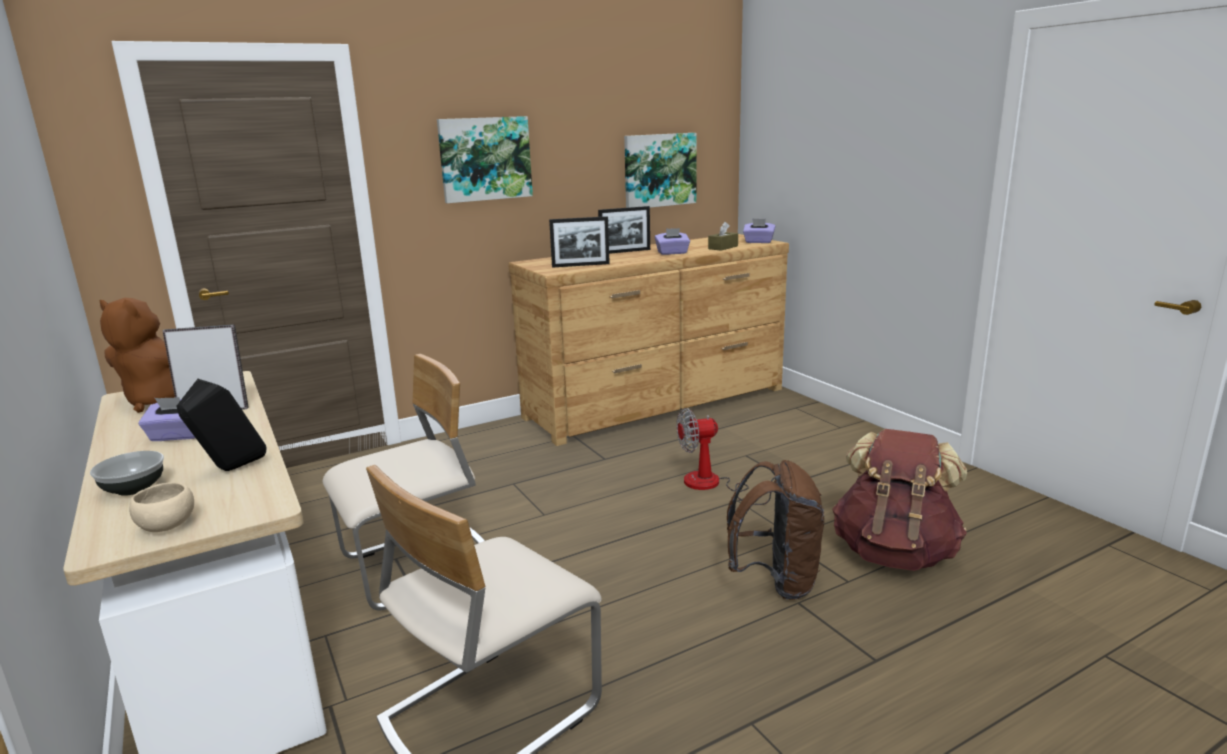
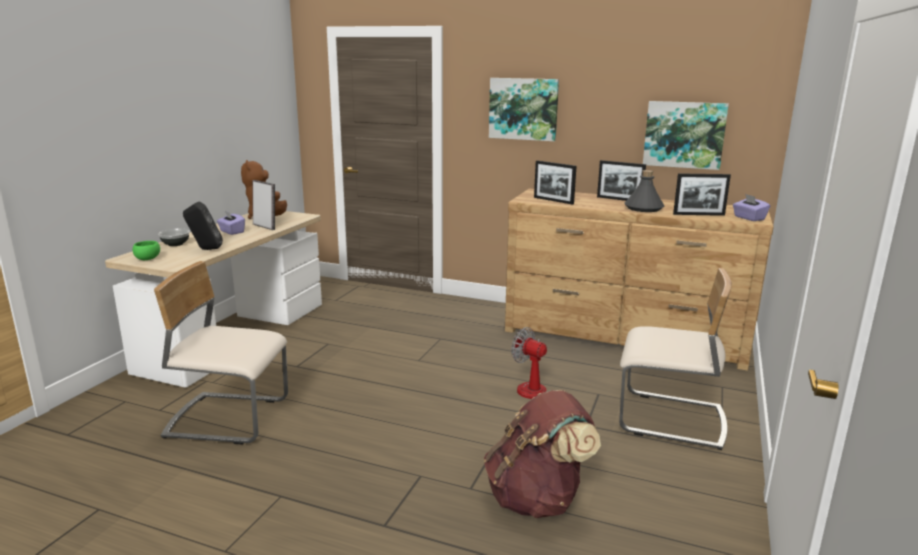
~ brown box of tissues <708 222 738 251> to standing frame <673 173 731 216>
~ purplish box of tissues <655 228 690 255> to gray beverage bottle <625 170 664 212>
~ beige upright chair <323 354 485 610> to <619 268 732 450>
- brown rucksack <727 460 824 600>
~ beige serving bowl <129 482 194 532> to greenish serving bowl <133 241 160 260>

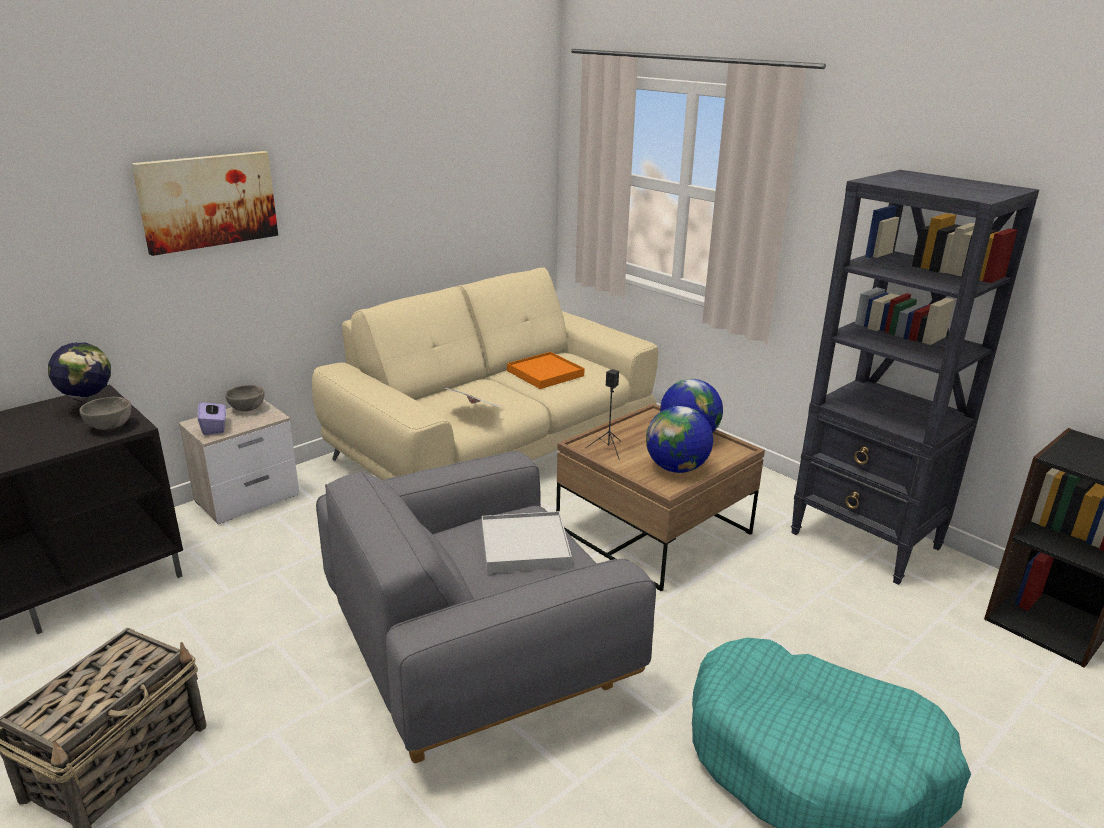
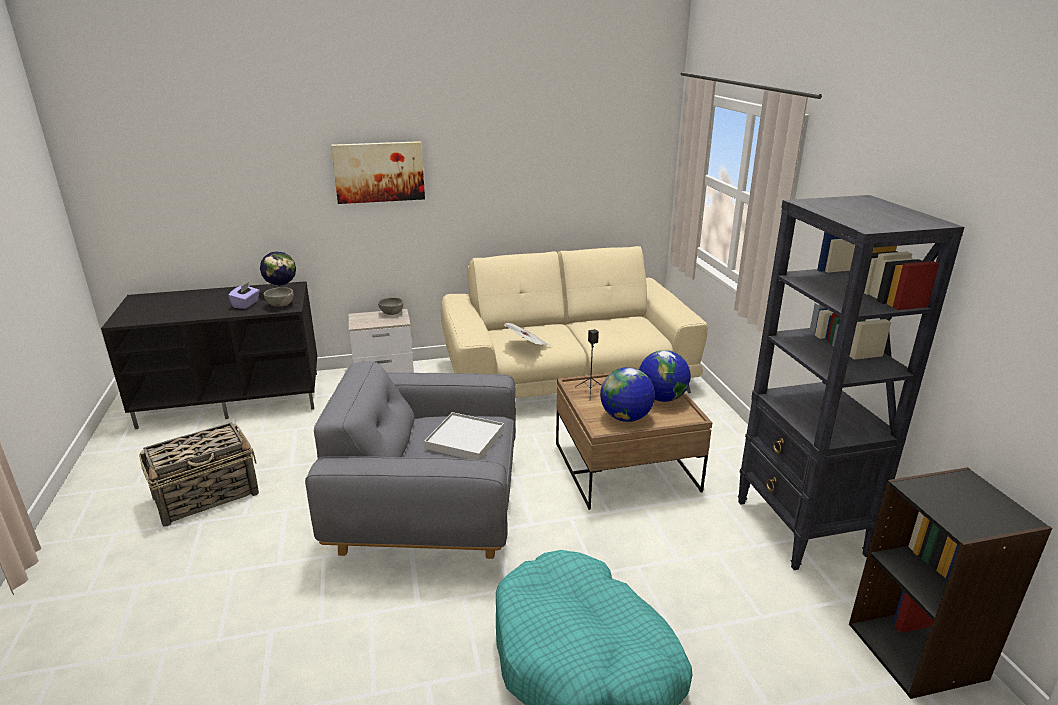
- orange-coloured tray <507 352 585 389>
~ purplish box of tissues <197 398 226 435> to <228 282 260 309>

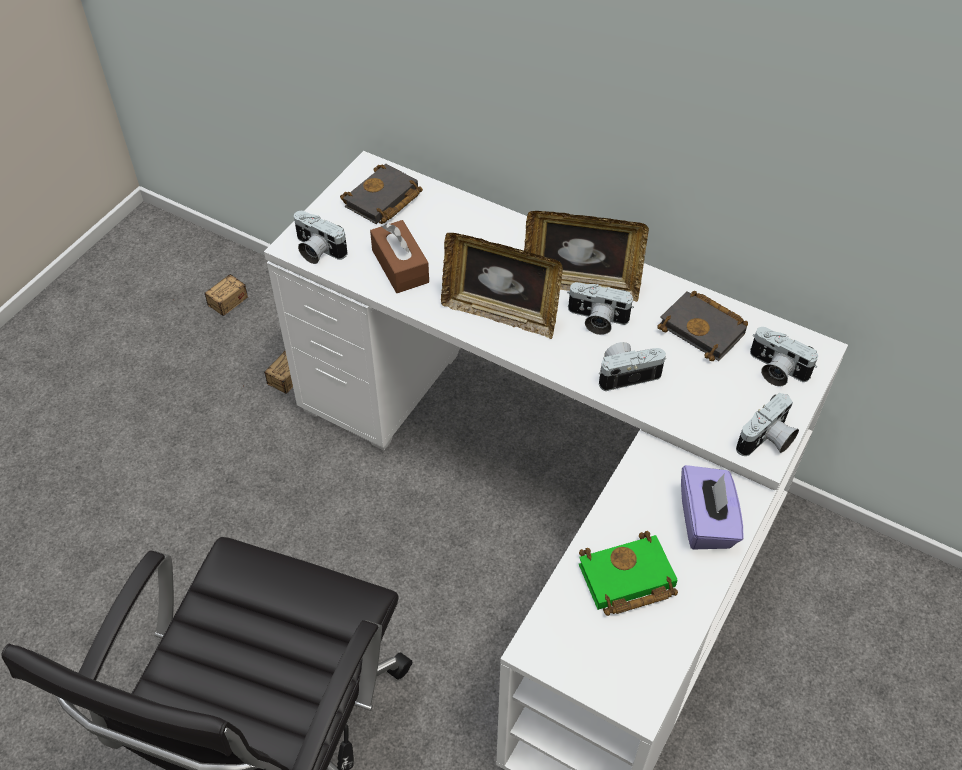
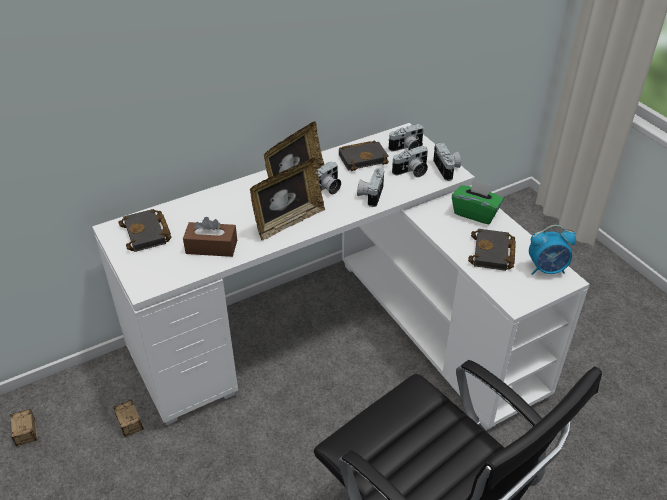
~ still camera <294 211 348 264> to <392 146 428 177>
~ purplish box of tissues <681 465 743 549> to greenish box of tissues <452 179 504 224>
~ greenish bound book <579 531 678 616> to black-coloured bound book <468 229 516 271>
+ bedside clock <529 225 576 275>

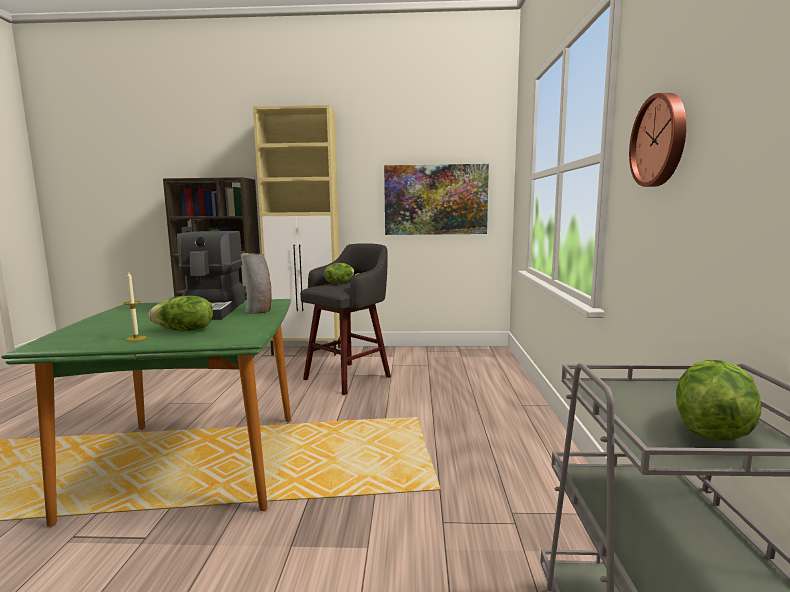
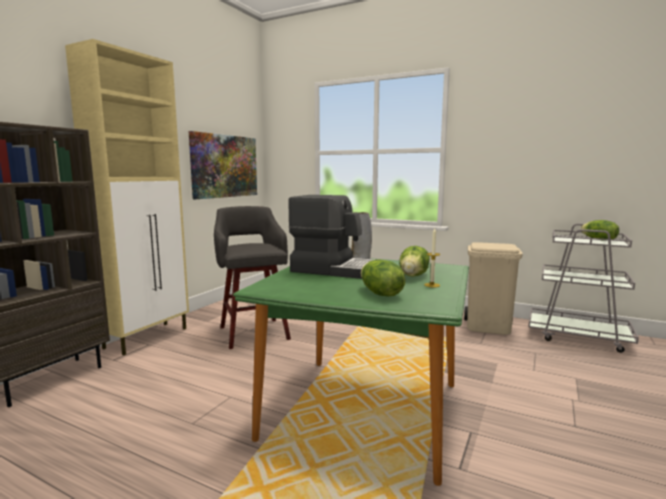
- wall clock <629 93 687 187>
~ lettuce <324 263 354 284> to <361 259 405 296>
+ beige rubbish bin <464 242 523 335>

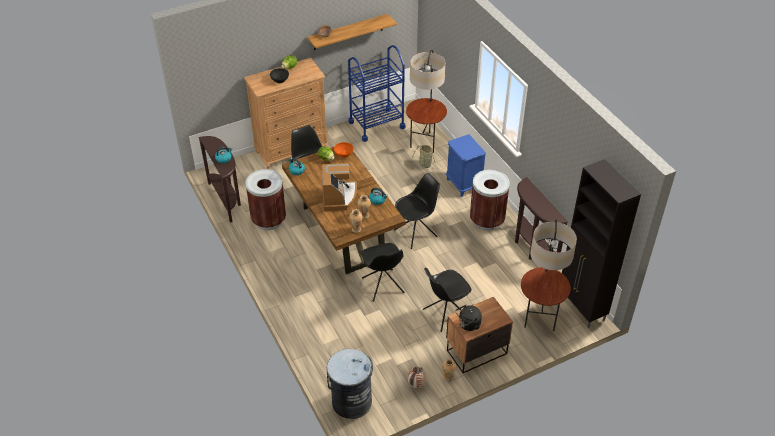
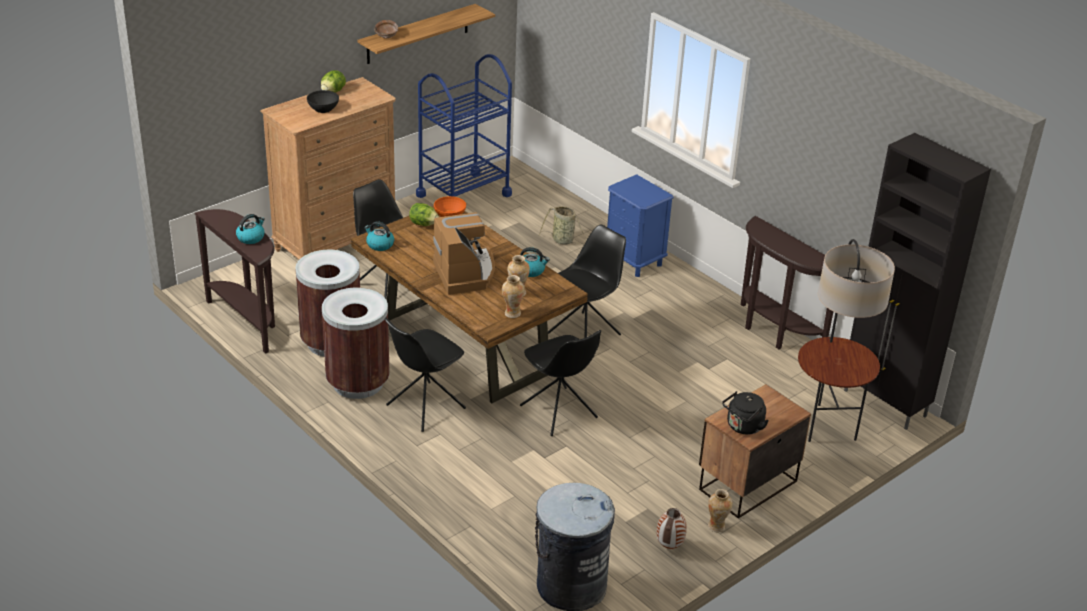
- standing lamp <406 50 447 153>
~ brown rubbish bin <470 170 510 231> to <322 288 390 399>
~ black-coloured upright chair <423 268 472 332> to <385 318 466 432>

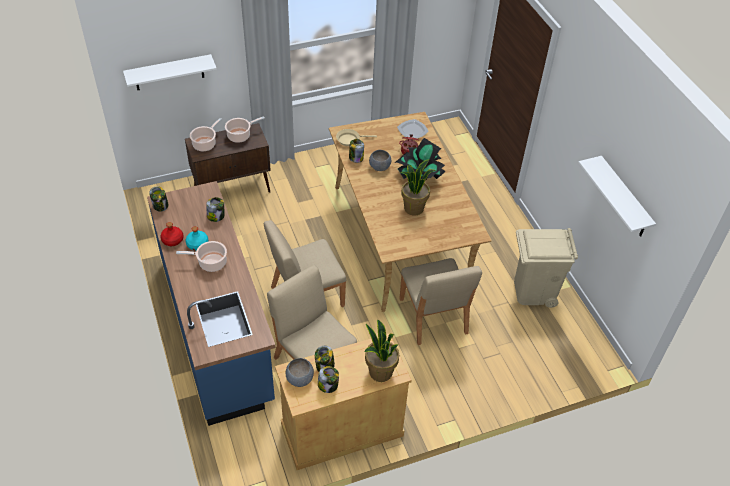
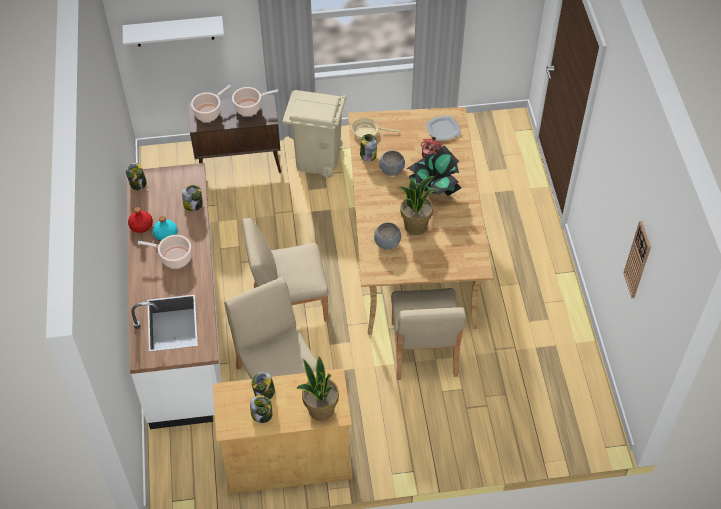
~ white wall shelf <578 156 656 237> to wall clock <623 221 651 298>
~ blue kitchen base unit <147 181 276 426> to white kitchen base unit <127 163 221 429>
~ beige rubbish bin <514 228 578 308> to <282 90 346 178>
~ gray serving bowl <286 358 314 387> to <374 223 401 250>

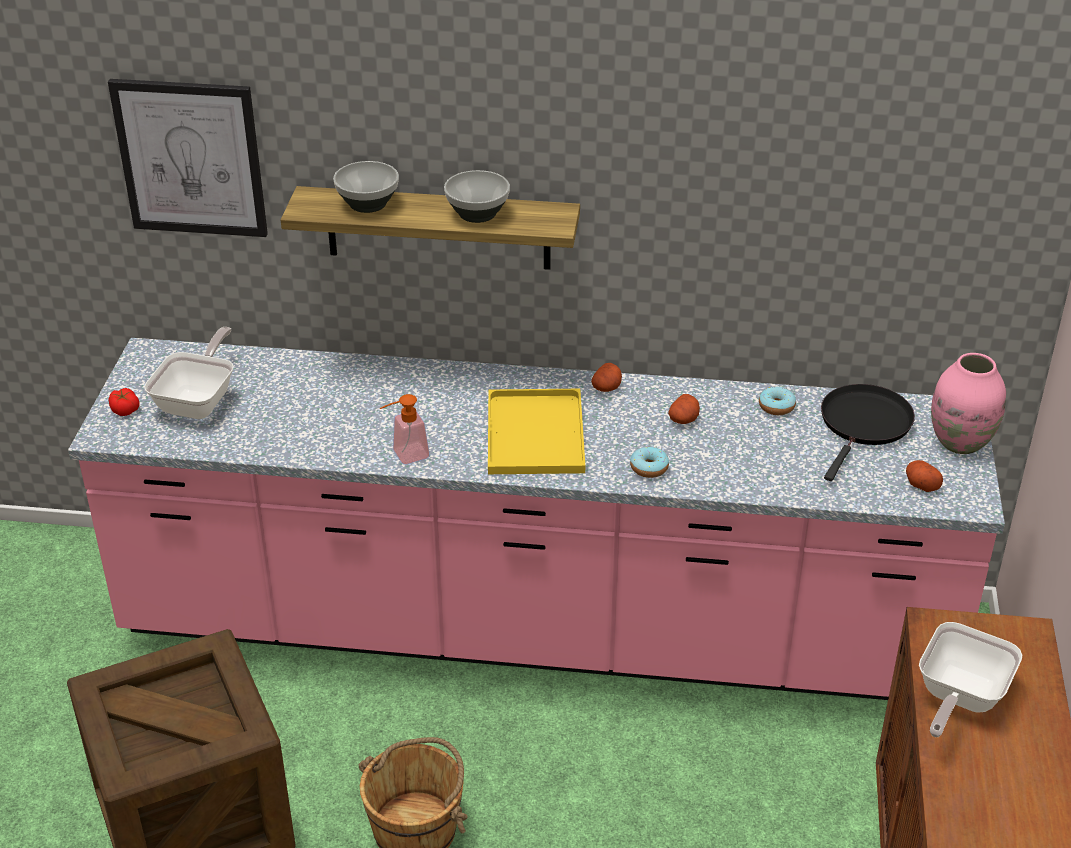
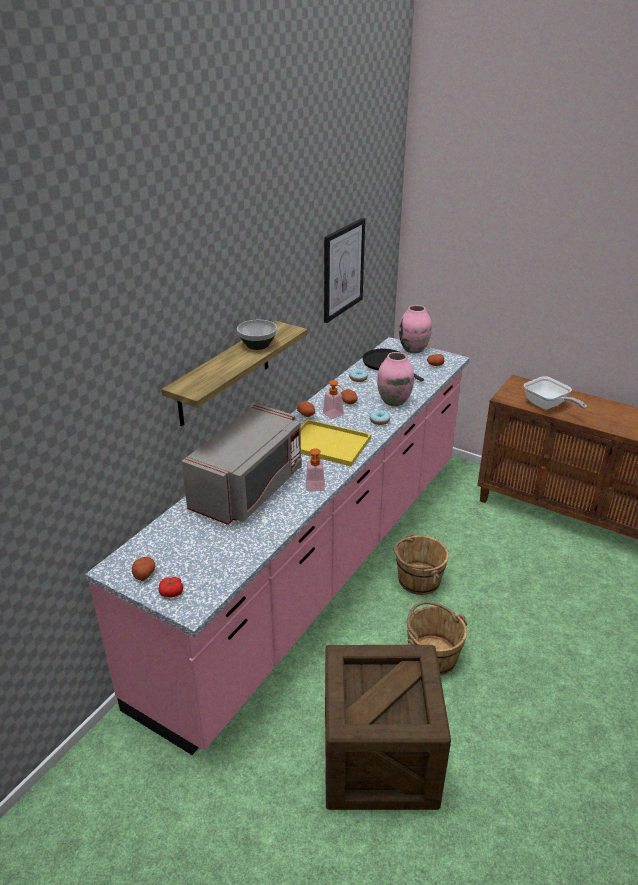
~ wall picture <108 79 268 237> to <324 218 365 323>
- serving bowl <333 161 399 213>
- skillet <144 327 234 419>
+ pink vase <377 352 414 406>
+ liquid soap bottle <323 380 344 419>
+ gray kitchen microwave <181 404 302 525>
+ brown water bucket <394 534 449 595>
+ potato <132 557 155 581>

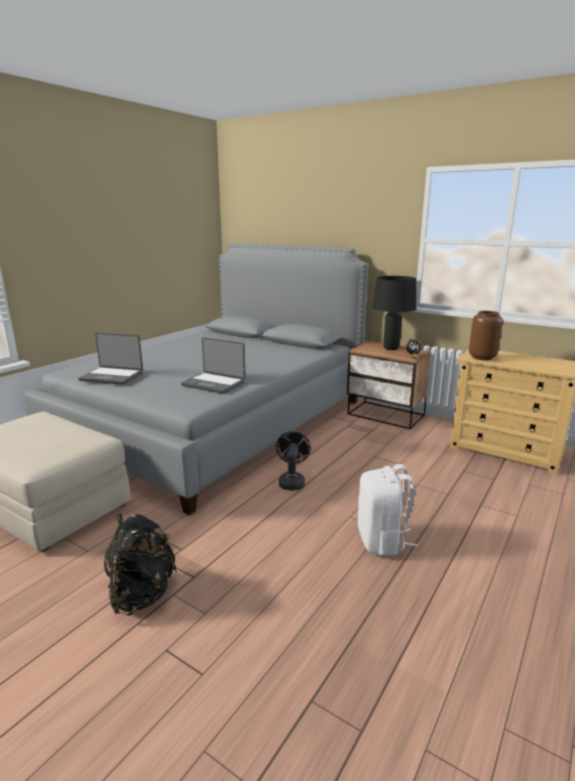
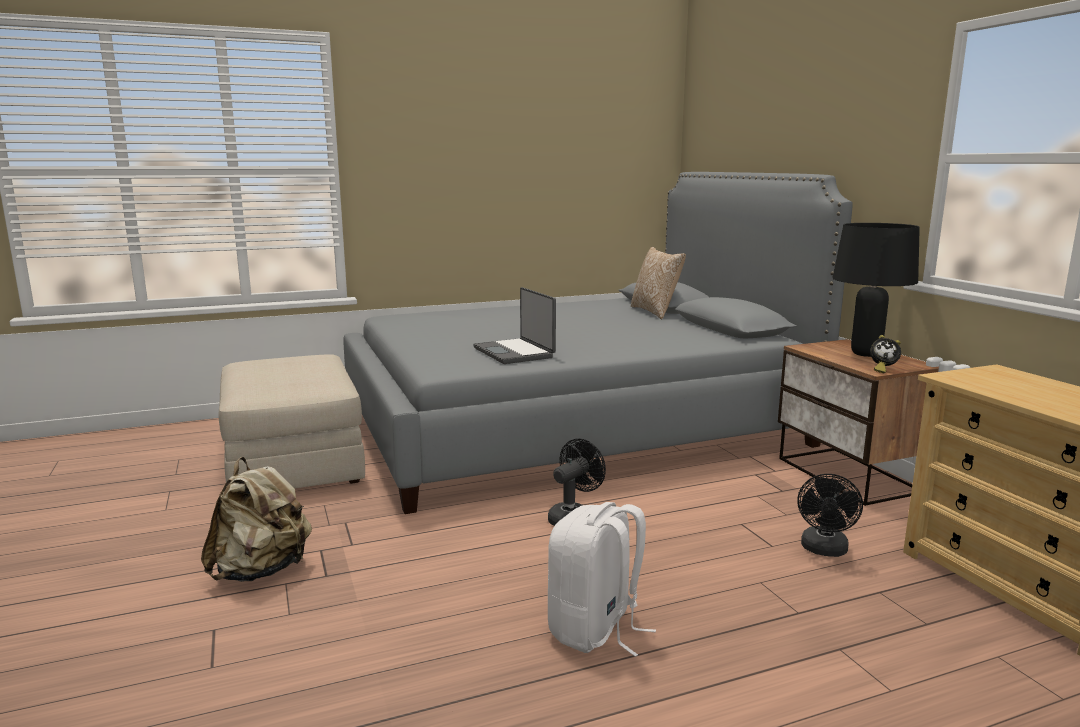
- brown vase <469 311 503 361>
- laptop <78 333 143 385>
~ black-coloured rucksack <104 514 177 616> to beige rucksack <201 457 312 582>
+ cushion <631 247 686 319>
+ black-coloured cooling fan <797 474 863 557>

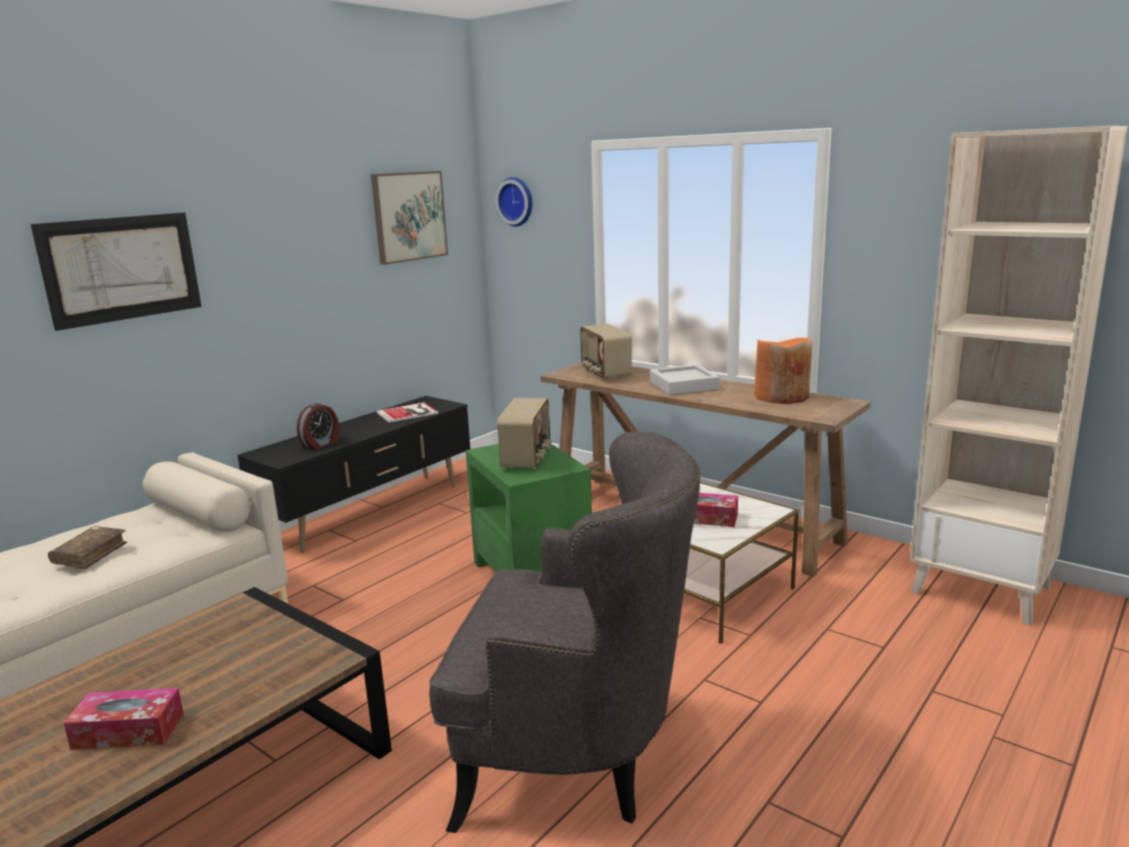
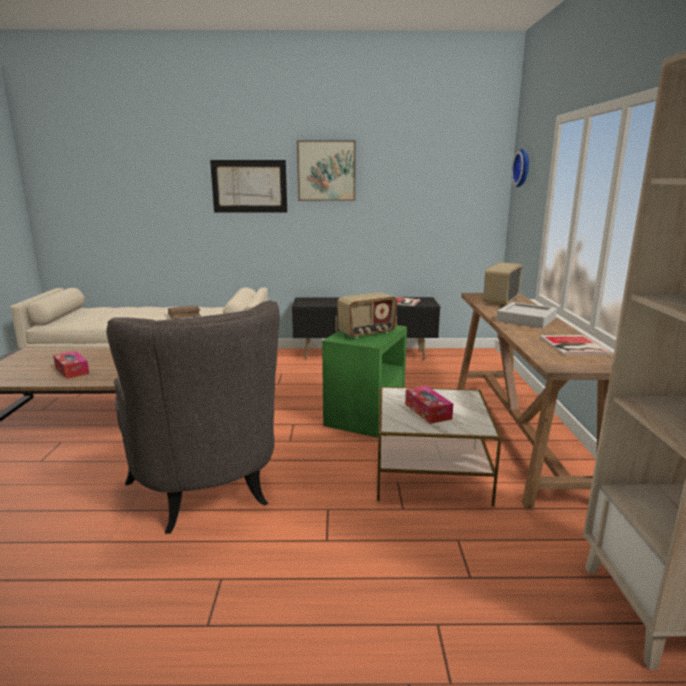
~ wall picture <371 171 448 265> to <297 140 356 201>
~ orange-coloured vase <754 338 812 404> to bound book <540 335 612 355>
- bedside clock <297 403 340 450>

